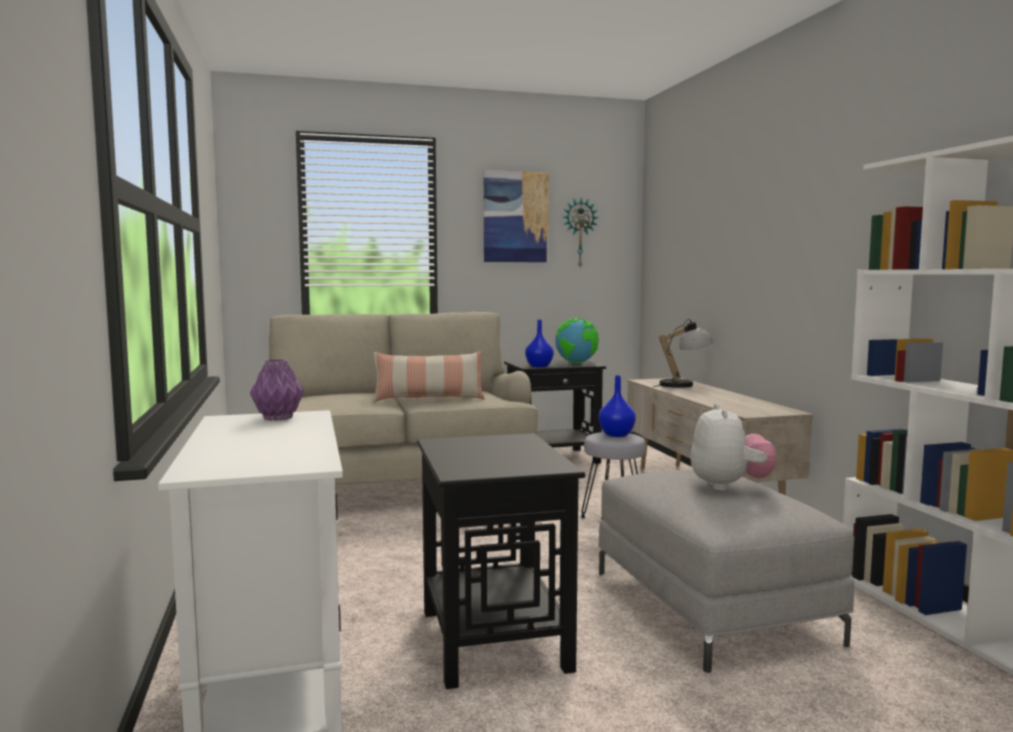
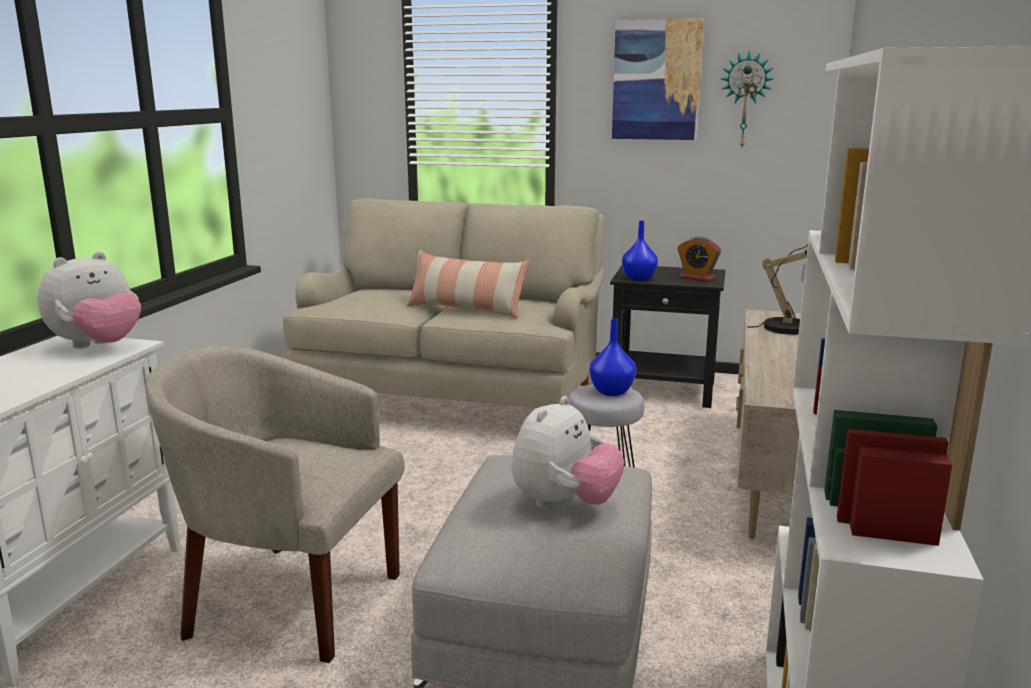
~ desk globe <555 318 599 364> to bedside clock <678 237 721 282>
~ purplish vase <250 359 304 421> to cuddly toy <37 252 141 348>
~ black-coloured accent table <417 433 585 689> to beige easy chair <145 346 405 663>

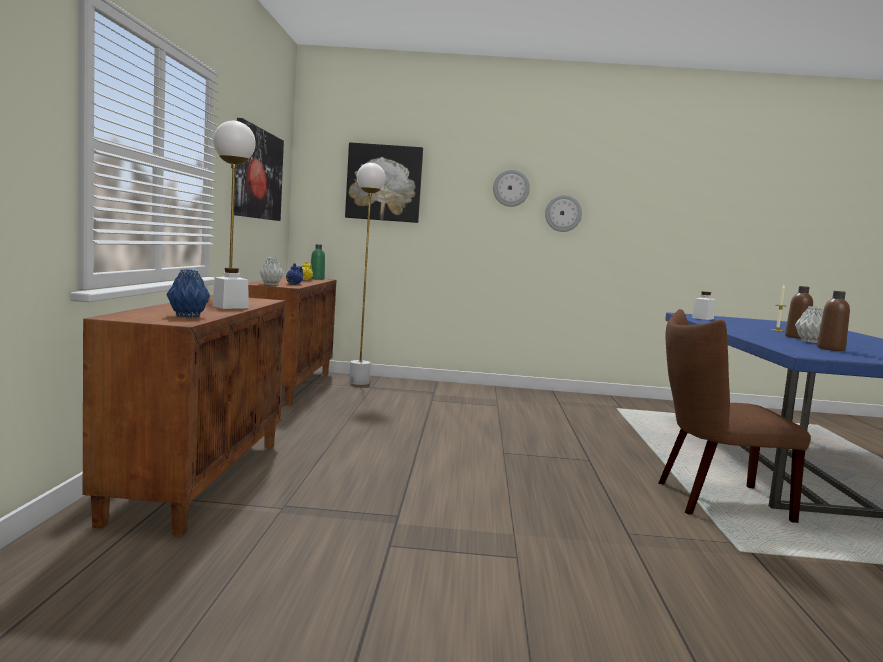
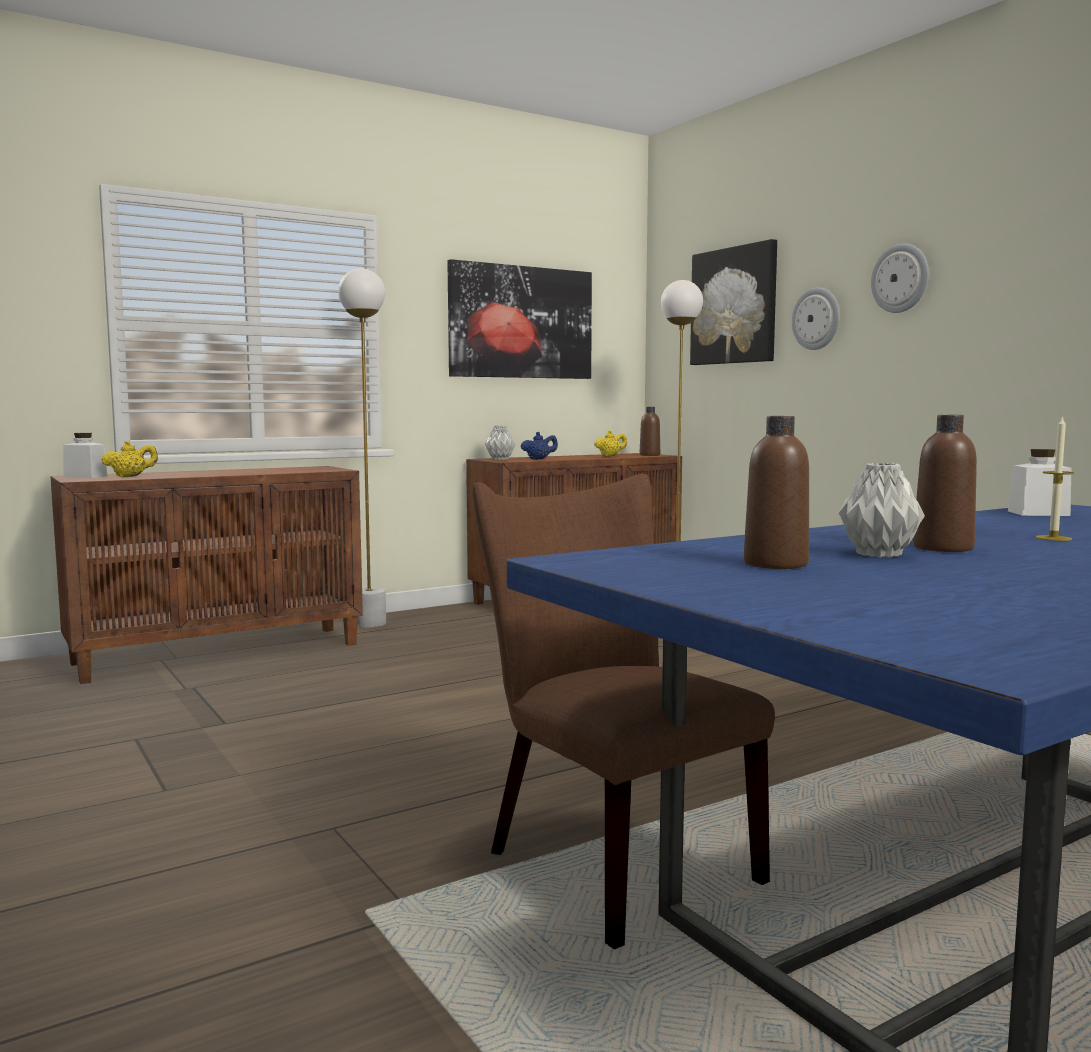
~ wall clock <545 195 582 232> to <792 287 840 350>
~ greenish beverage bottle <311 244 325 280> to brown beverage bottle <639 407 660 456>
~ white storage jar <212 268 249 309> to <63 433 108 478>
~ blue vase <166 269 210 317> to yellow-coloured pot for tea <101 440 158 477>

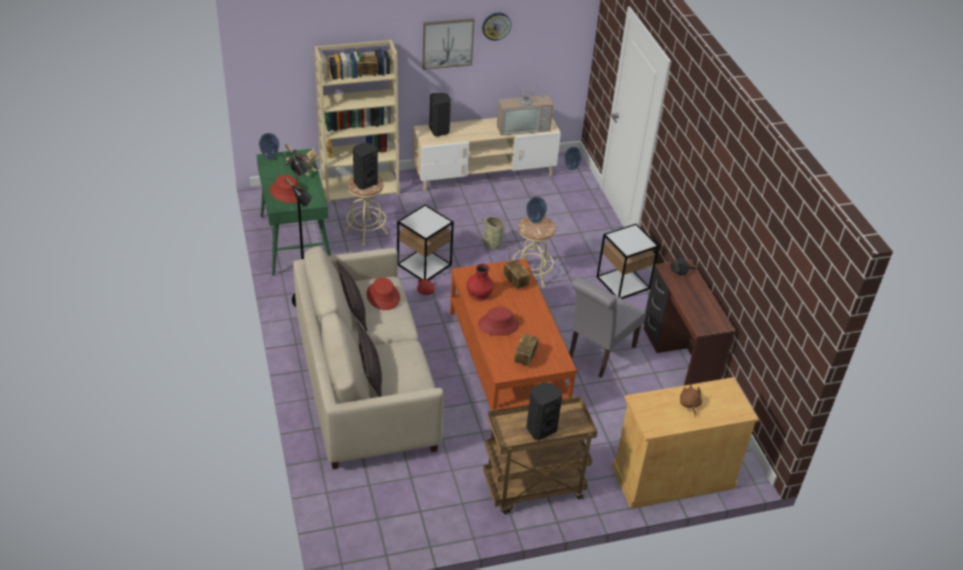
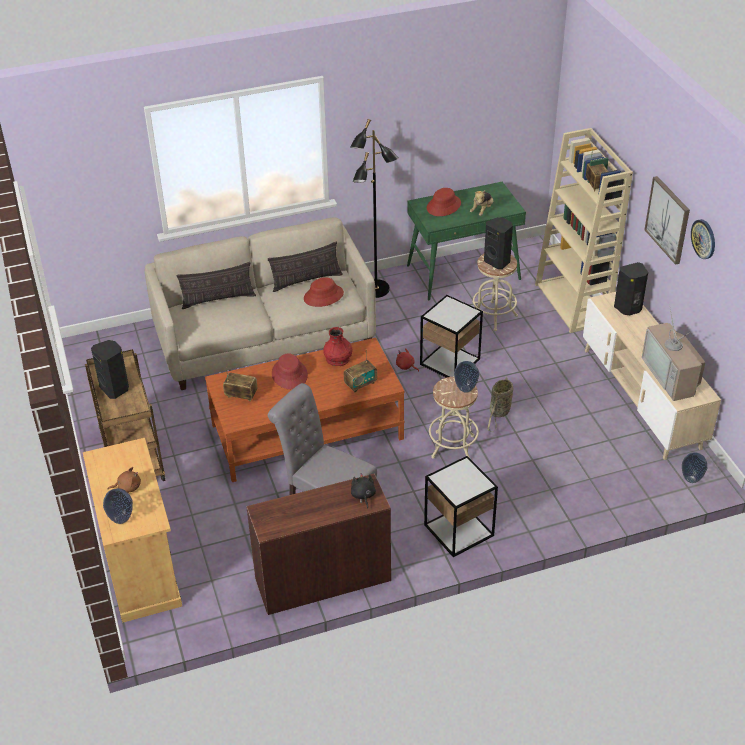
~ vase <259 133 279 159> to <103 488 133 524>

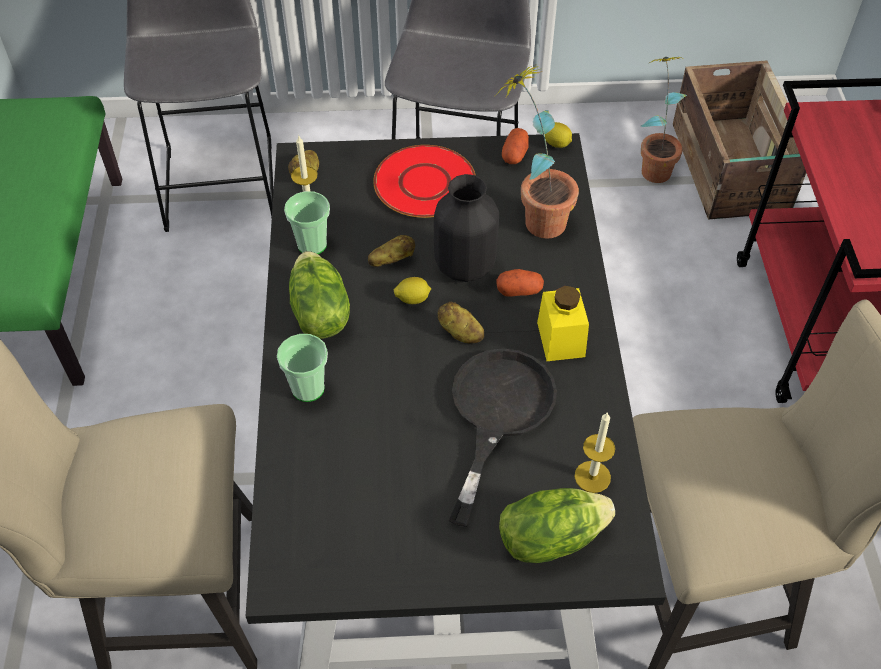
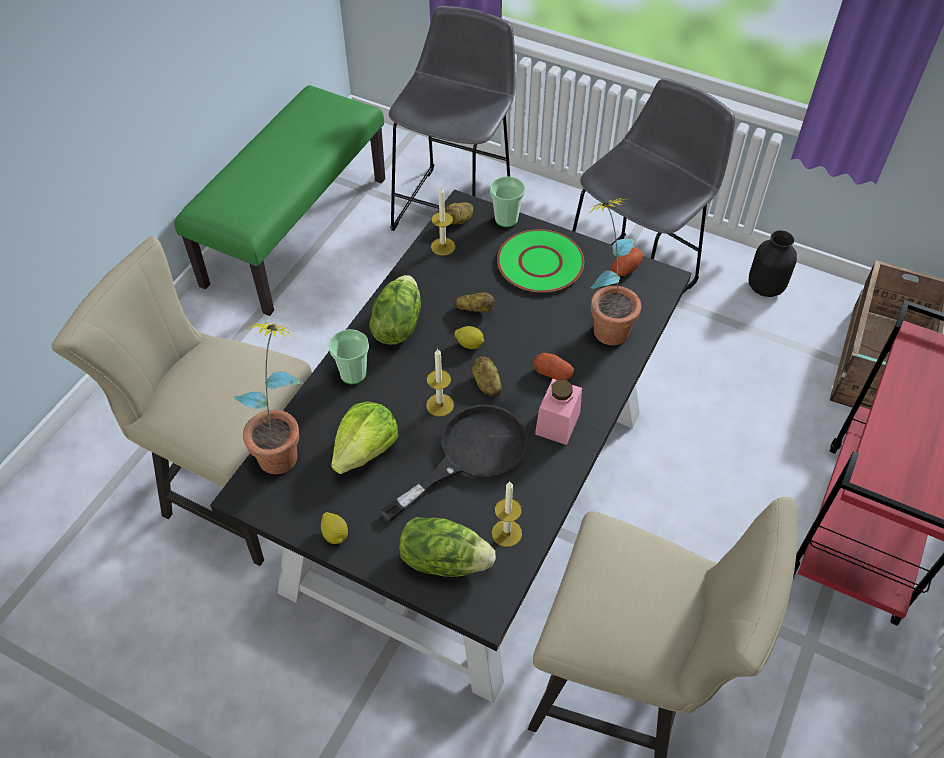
~ potted plant <641 57 687 183> to <234 323 303 474>
~ lemon <545 122 572 148> to <321 512 348 544>
~ red-coloured flat dish <373 145 476 218> to greenish flat dish <497 229 584 292>
~ black-coloured vase <434 174 499 282> to <749 230 797 297>
~ drinking cup <284 191 330 254> to <490 176 525 227>
~ yellow-coloured storage jar <537 286 589 361> to pink storage jar <535 379 582 445>
+ candle <426 348 454 417>
+ lettuce <331 402 398 474>

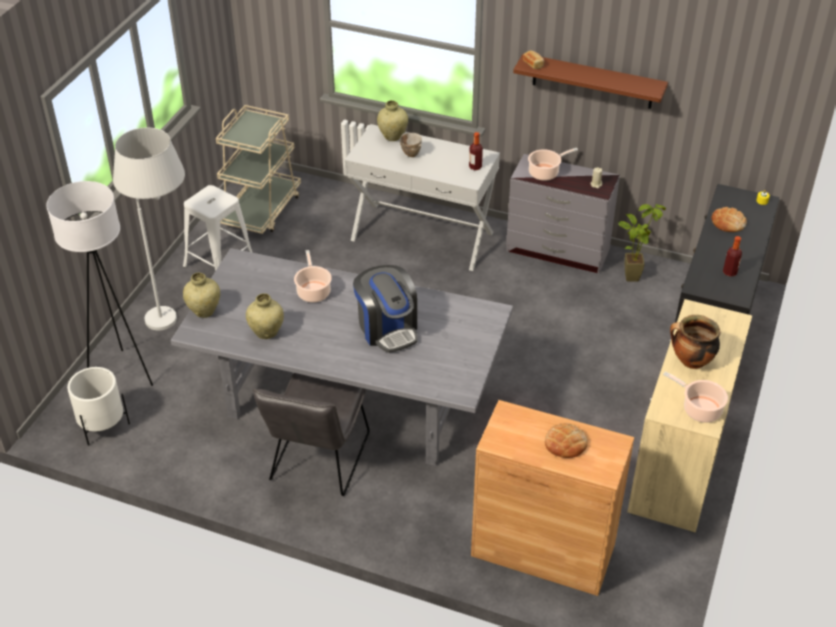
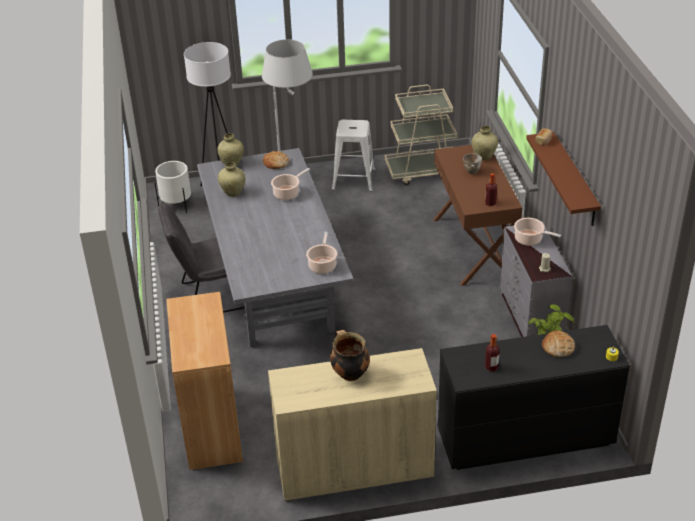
~ white narrow table <345 124 500 271> to brown narrow table <433 145 522 286>
- coffee maker <353 265 418 353>
~ saucepot <663 371 728 423> to <306 232 337 274>
~ bakery bread <545 423 588 458> to <263 151 289 169>

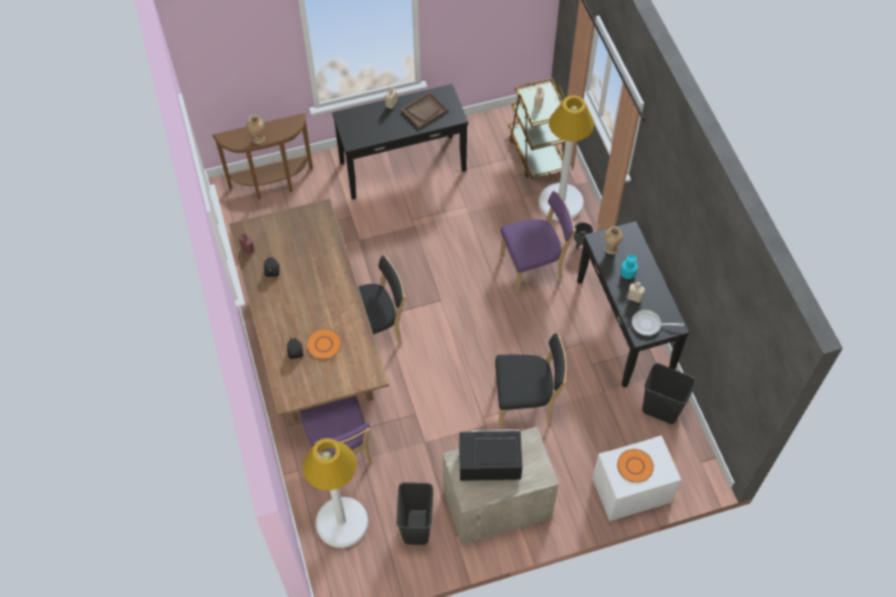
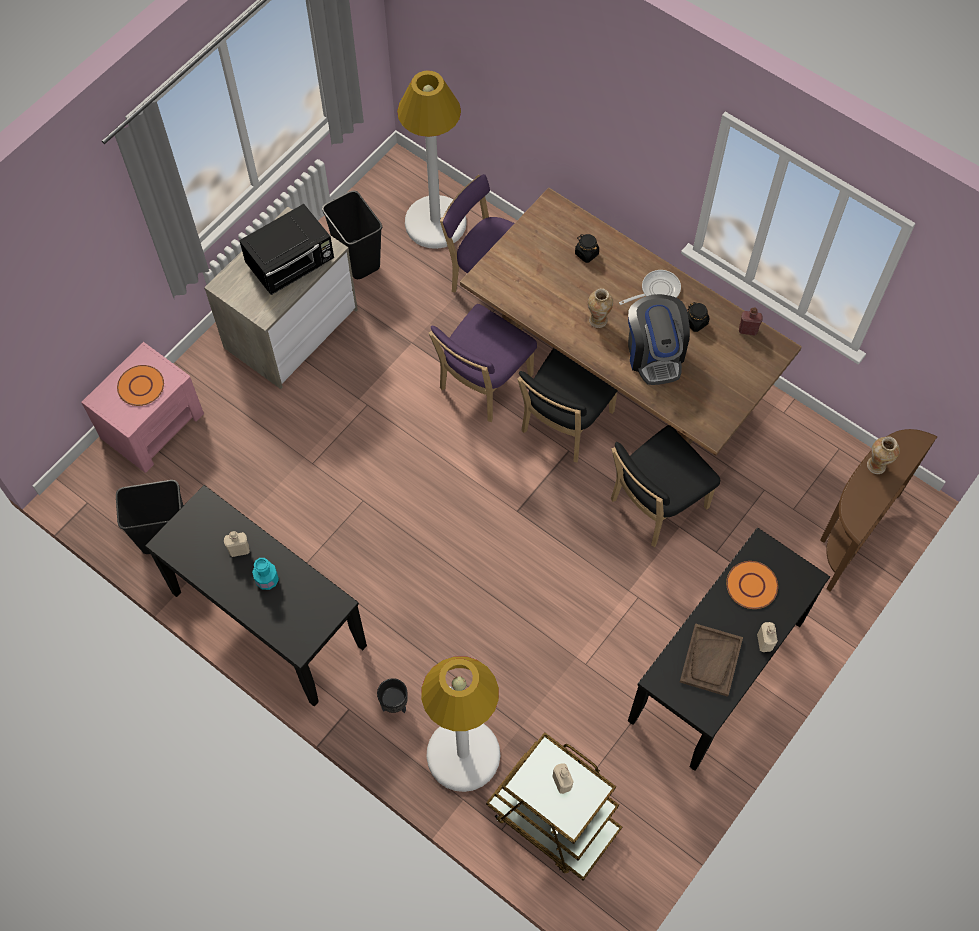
~ purplish upright chair <500 191 576 293> to <429 304 537 422>
~ vase <604 226 623 254> to <588 288 613 328>
~ skillet <632 310 684 336> to <619 270 681 305>
~ orange-coloured flat dish <306 329 341 359> to <726 561 778 609>
~ black-coloured upright chair <495 333 567 427> to <611 425 720 547>
~ white nightstand <592 436 681 521> to pink nightstand <81 342 204 473>
+ coffee maker <628 294 690 385>

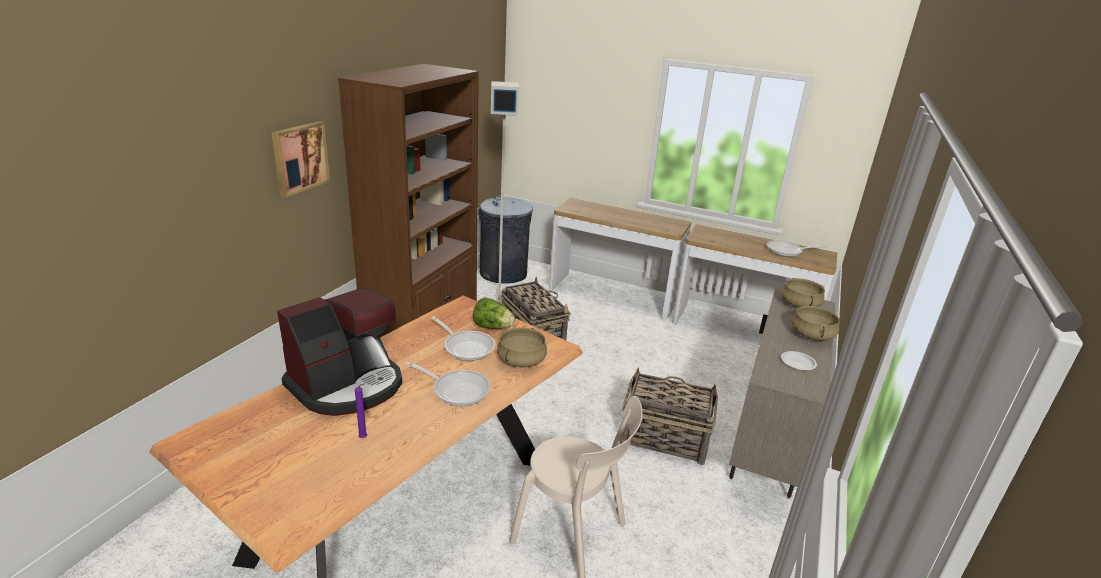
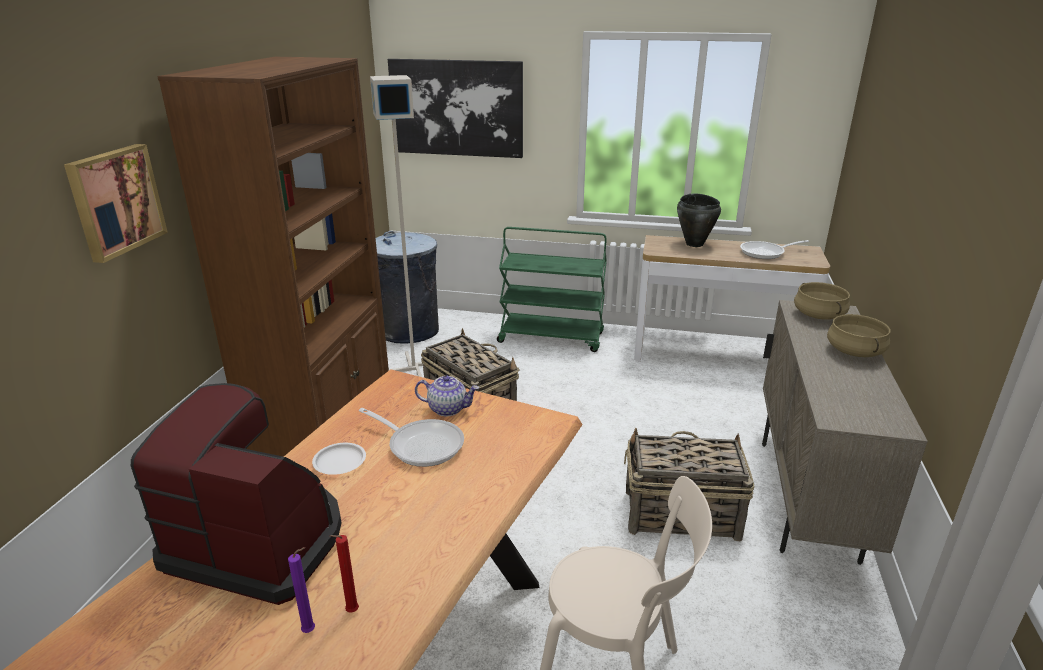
~ narrow table <549 198 691 319> to greenish wheeled cart <497 227 607 352>
~ coffee maker <277 288 402 416> = <131 383 341 605> 105 degrees counterclockwise
~ lettuce <473 297 515 329> to pot for tea <415 375 479 416>
- beige saucepot <497 327 547 368>
~ white flat dish <781 351 817 370> to <312 443 366 475>
- skillet <406 362 491 406>
+ wall picture <388 59 523 158>
+ black-coloured saucepot <677 193 721 247>
+ red-coloured candle <330 535 359 613>

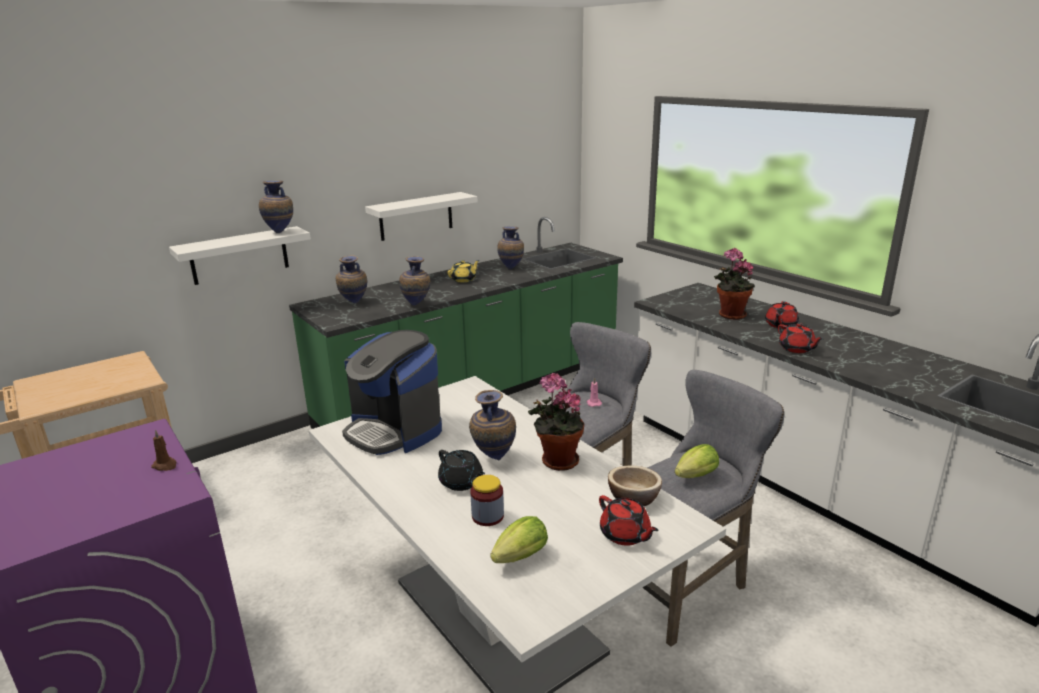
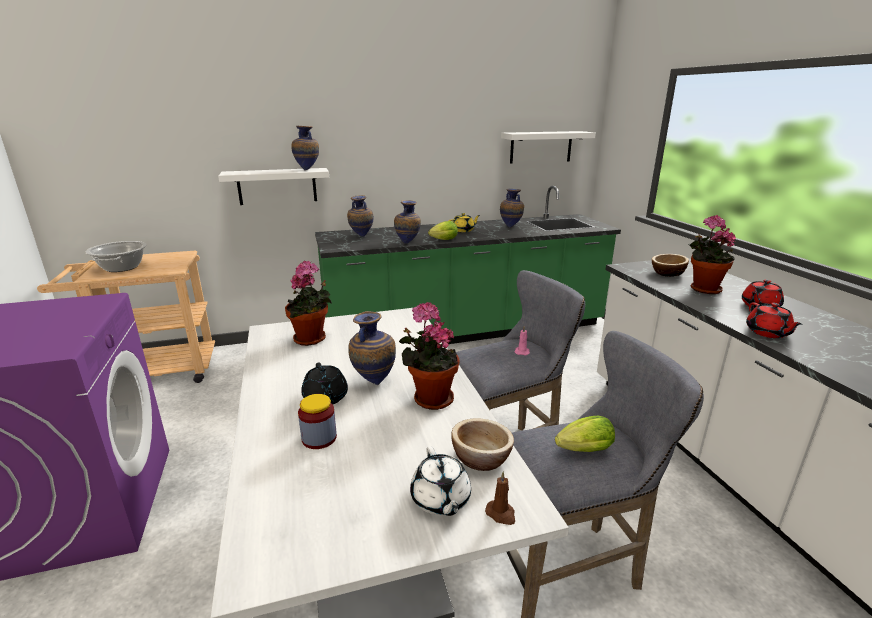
~ white wall shelf <365 192 477 241> to <501 131 596 164>
~ coffee maker <342 330 442 455> to potted plant <285 261 332 346>
~ brown candle <151 429 177 471> to <485 471 515 525>
~ red-coloured pot for tea <599 495 659 546> to white pot for tea <410 446 471 516>
~ lettuce <490 516 548 563> to <428 221 458 240>
+ saucepot <86 241 147 272>
+ serving bowl <652 254 689 277>

